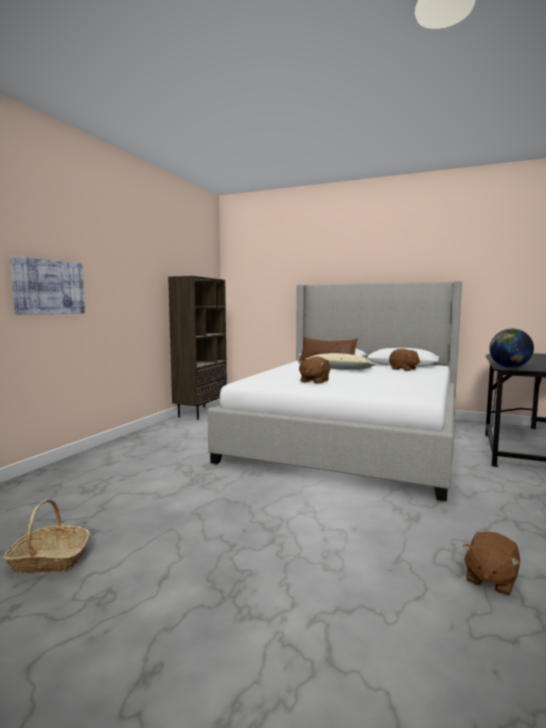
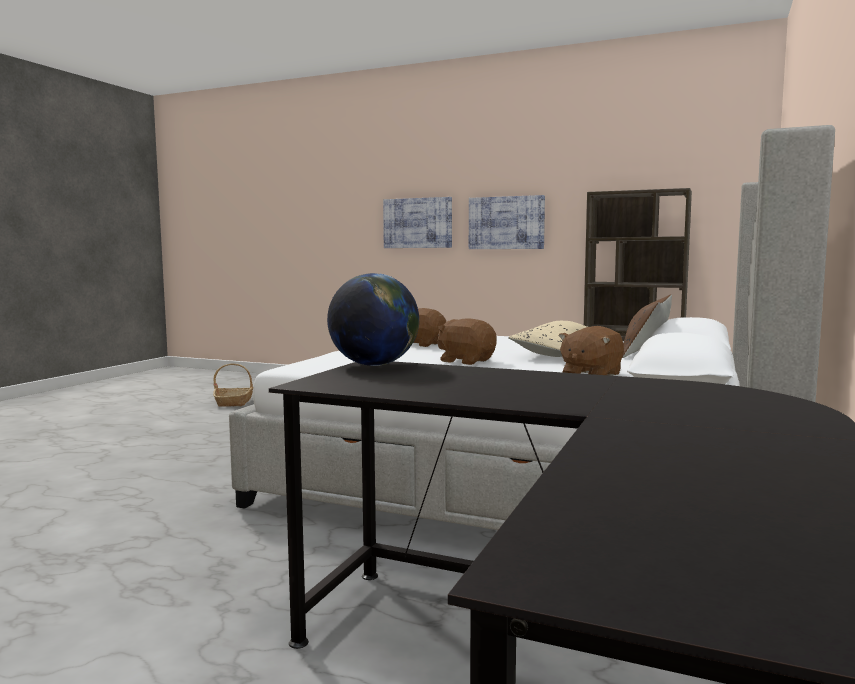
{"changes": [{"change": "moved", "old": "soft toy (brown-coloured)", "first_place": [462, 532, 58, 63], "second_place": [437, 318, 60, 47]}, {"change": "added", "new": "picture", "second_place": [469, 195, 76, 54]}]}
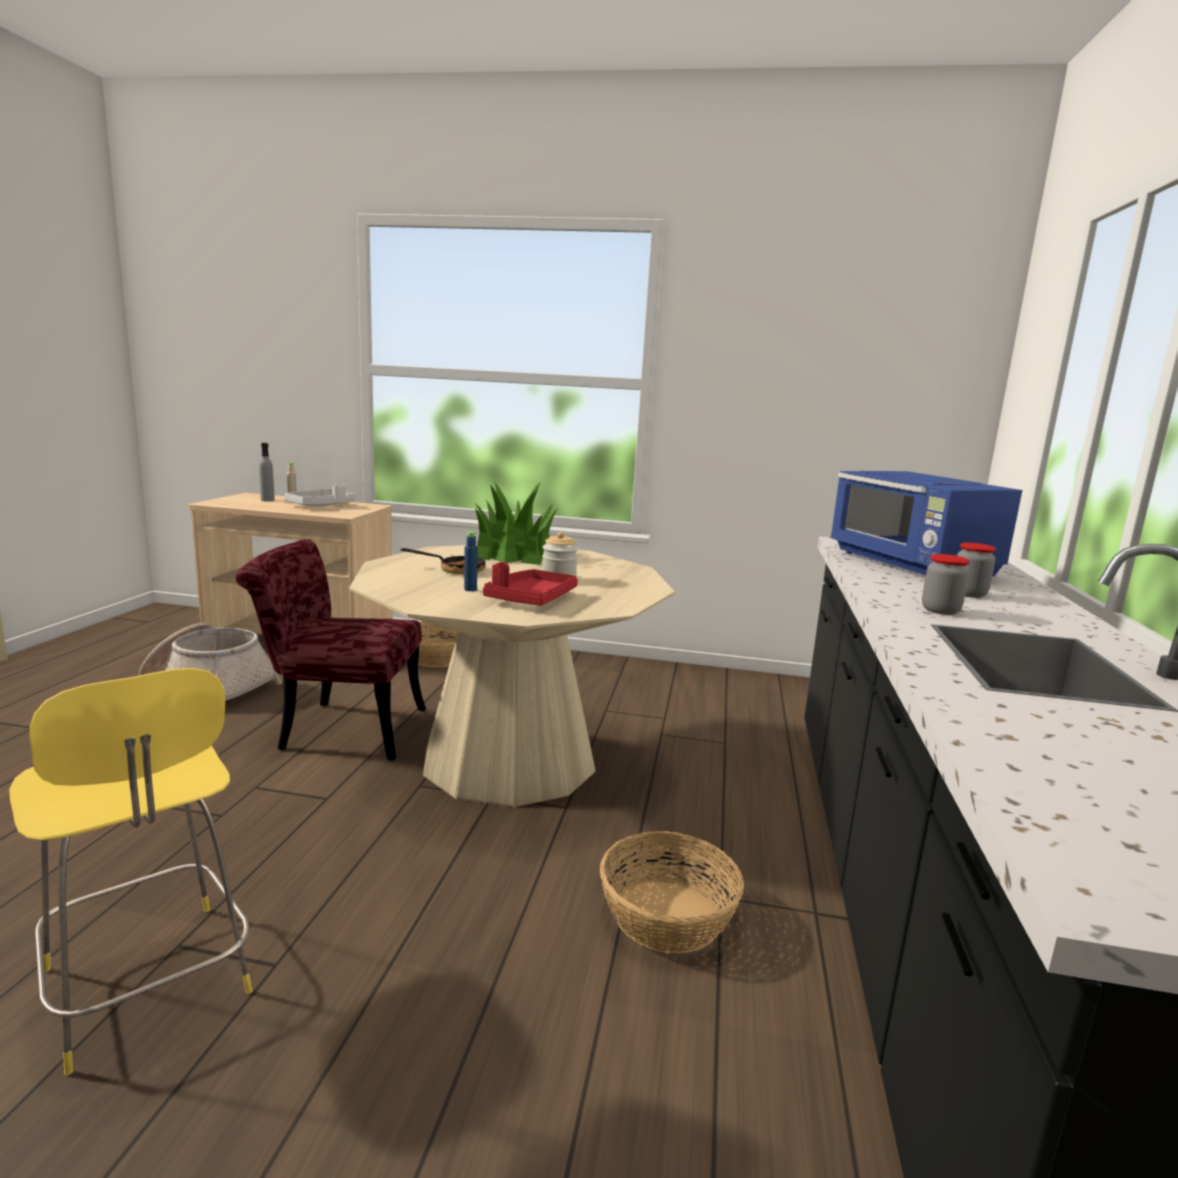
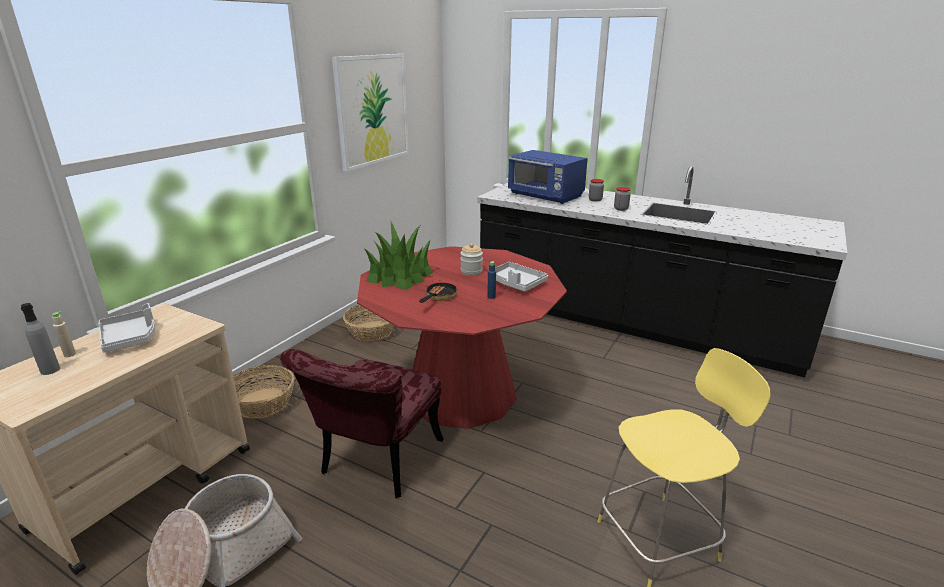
{"changes": [{"change": "turned", "old": "microwave (blue-coloured)", "first_place": [830, 471, 192, 105], "second_place": [508, 150, 80, 54], "degrees": 45}, {"change": "recoloured", "old": "dining table (beige-coloured)", "new": "dining table (red-coloured)", "first_place": [349, 545, 326, 262], "second_place": [357, 246, 210, 183]}, {"change": "recoloured", "old": "tray (red-coloured)", "new": "tray (greyish)", "first_place": [483, 562, 95, 44], "second_place": [495, 262, 53, 29]}, {"change": "moved", "old": "household basket", "first_place": [600, 831, 144, 123], "second_place": [343, 305, 52, 36]}, {"change": "added", "new": "picture", "second_place": [332, 54, 77, 117]}]}
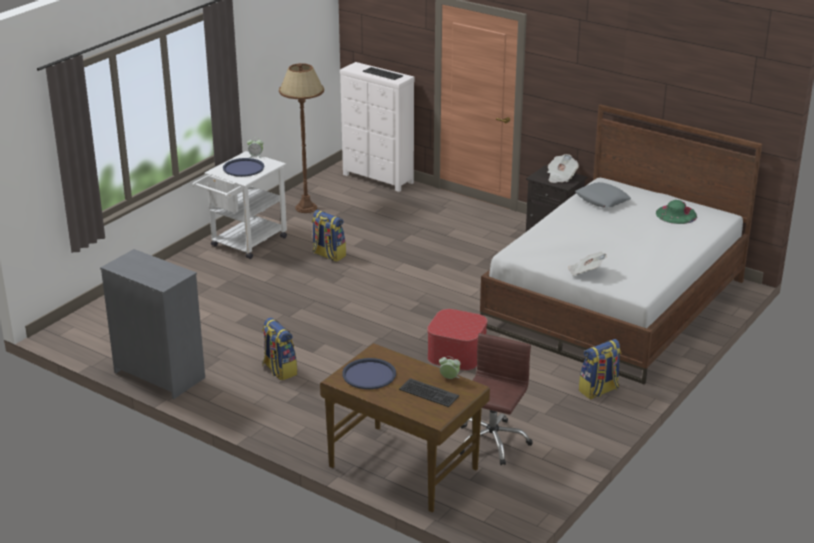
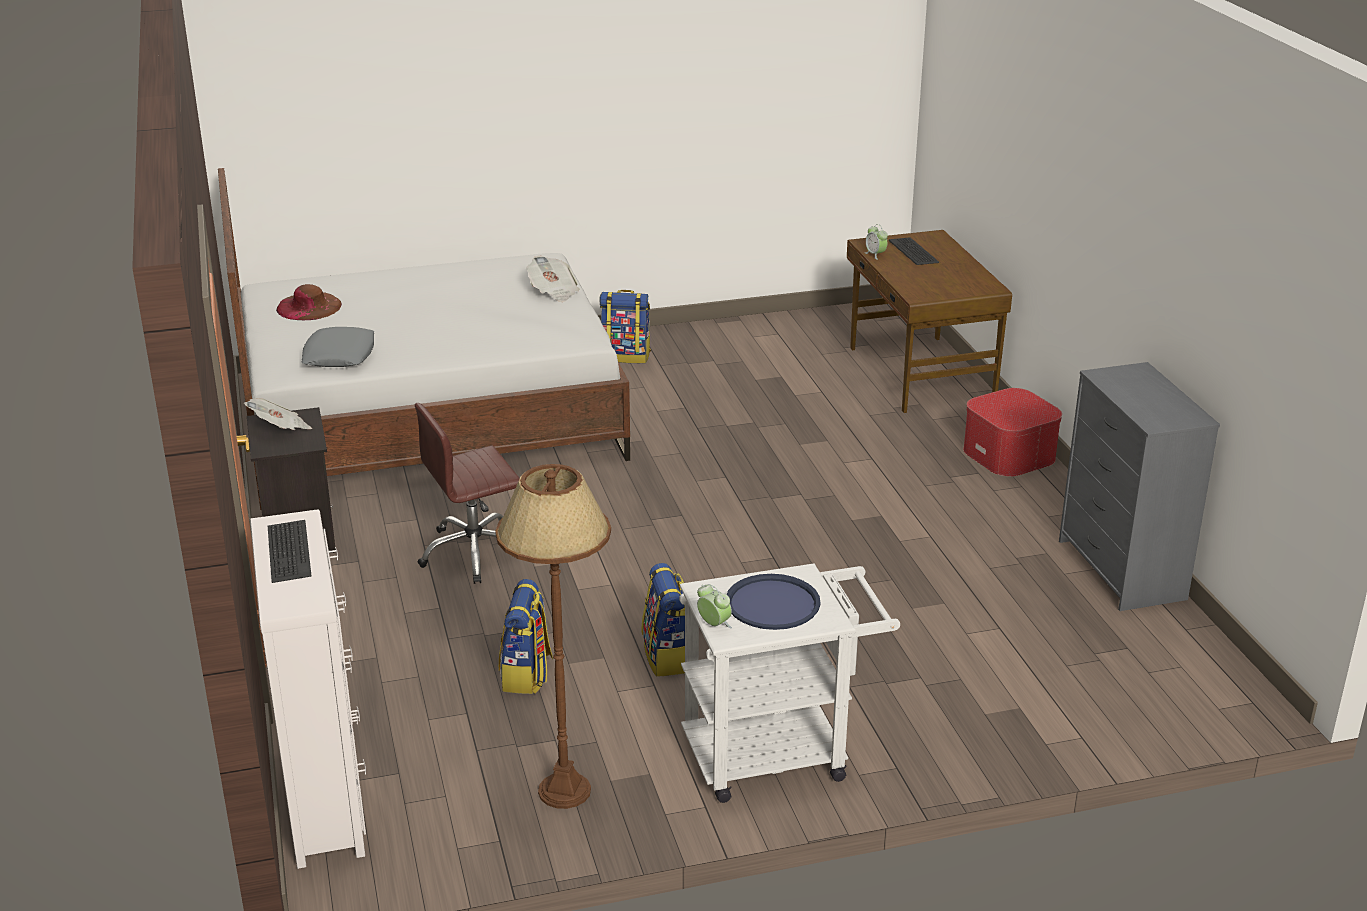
{"changes": [{"change": "recoloured", "old": "hat (greenish)", "new": "hat (brown-coloured)", "first_place": [656, 200, 41, 24], "second_place": [276, 284, 66, 36]}, {"change": "moved", "old": "footrest", "first_place": [427, 309, 61, 61], "second_place": [963, 388, 99, 89]}, {"change": "moved", "old": "backpack", "first_place": [262, 317, 35, 63], "second_place": [499, 579, 54, 115]}, {"change": "moved", "old": "desk chair (brown-coloured)", "first_place": [460, 333, 73, 132], "second_place": [415, 403, 105, 181]}, {"change": "removed", "old": "tray (blue-coloured)", "first_place": [342, 358, 54, 31]}]}
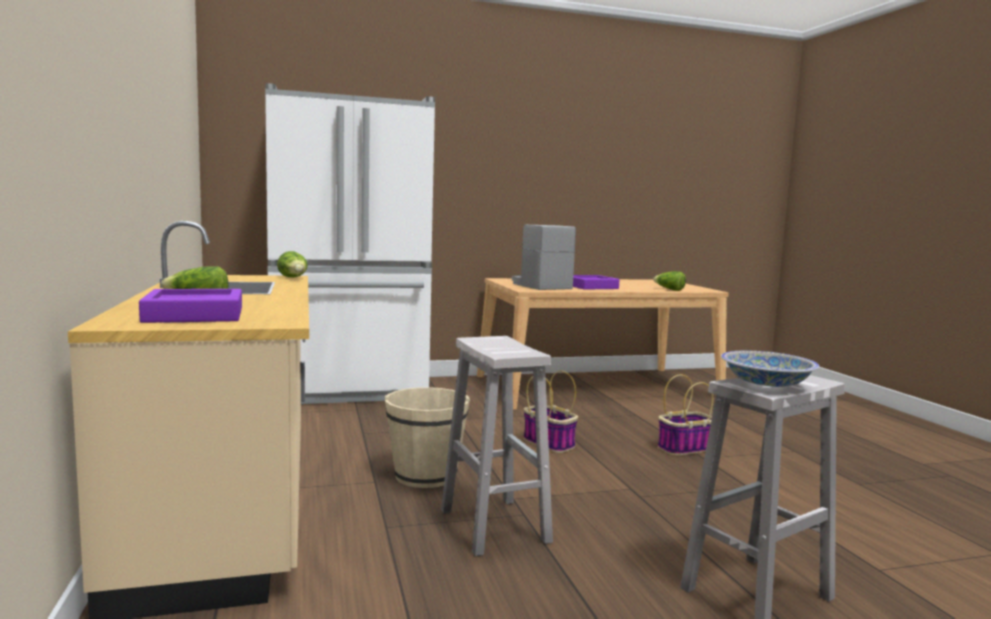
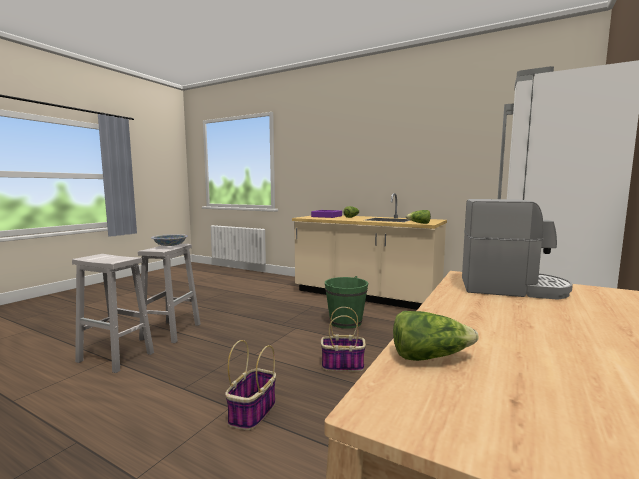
{"changes": [{"change": "removed", "old": "tray (purplish)", "first_place": [573, 275, 46, 15]}, {"change": "moved", "old": "sitting stool (whitish)", "first_place": [441, 336, 112, 220], "second_place": [72, 254, 82, 119]}, {"change": "recoloured", "old": "water bucket (beige-coloured)", "new": "water bucket (greenish)", "first_place": [385, 387, 85, 101], "second_place": [325, 276, 43, 53]}]}
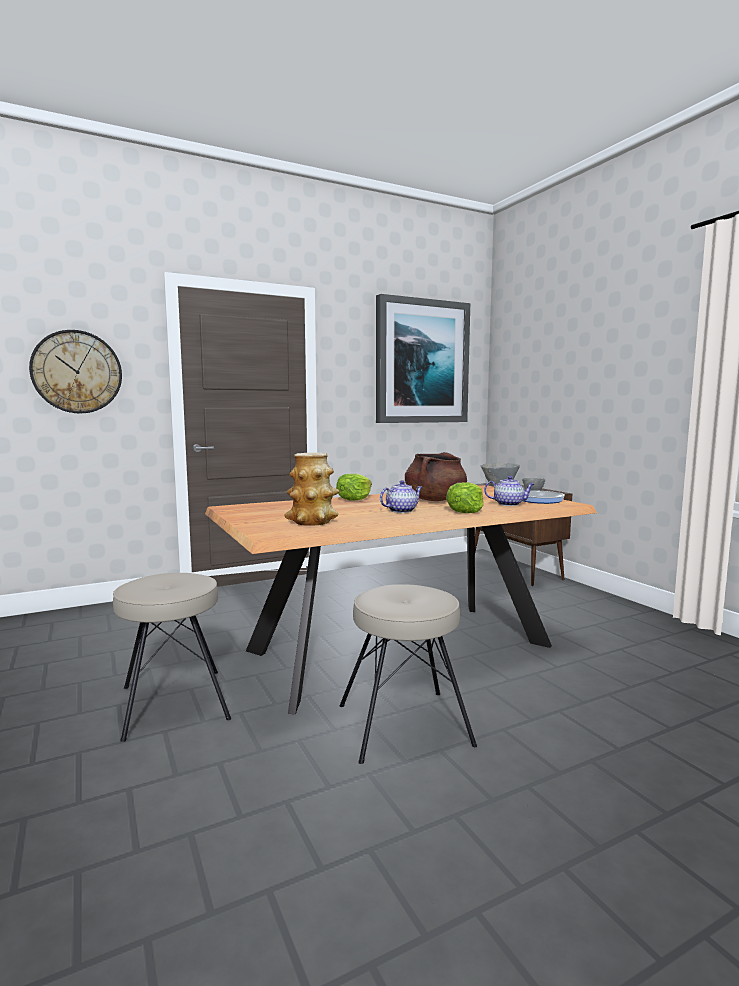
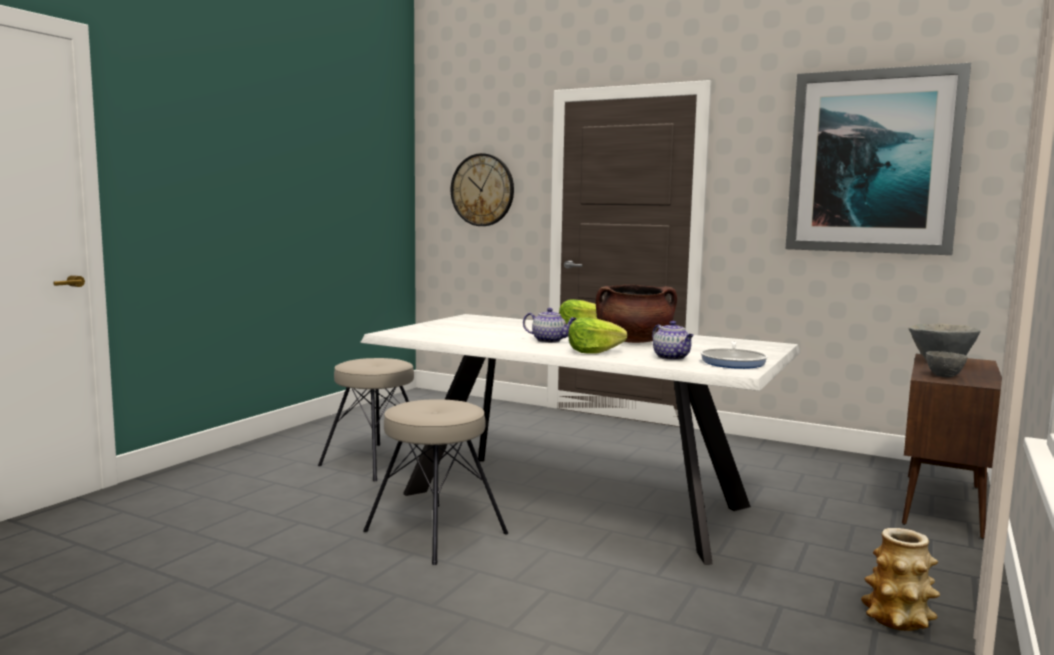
{"changes": [{"change": "moved", "old": "decorative vase", "first_place": [284, 453, 56, 73], "second_place": [861, 528, 79, 103]}, {"change": "recoloured", "old": "dining table (brown-coloured)", "new": "dining table (whitish)", "first_place": [205, 485, 392, 229], "second_place": [360, 314, 440, 251]}]}
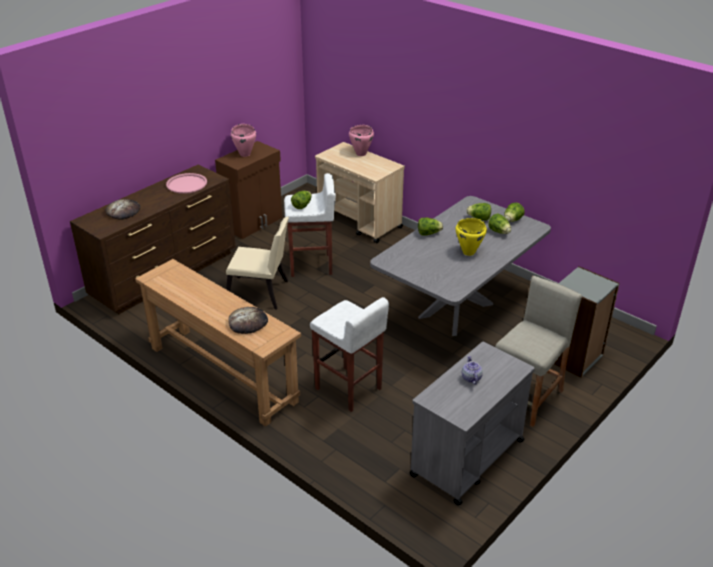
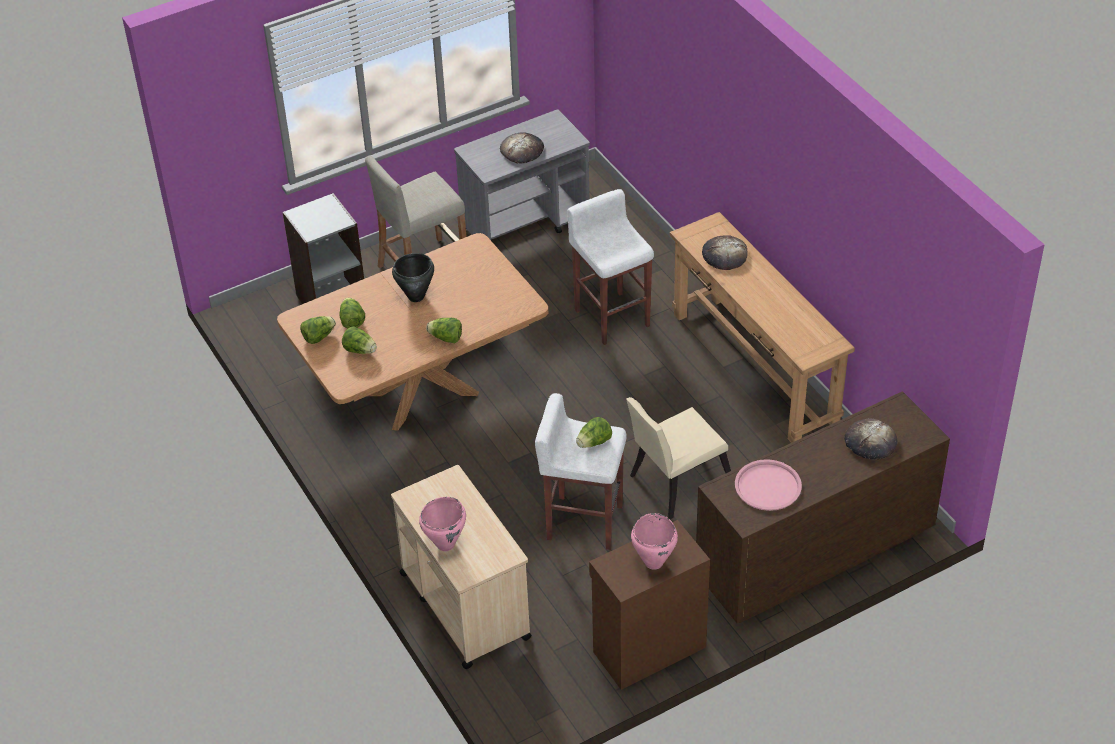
{"changes": [{"change": "recoloured", "old": "dining table (greyish)", "new": "dining table (brown-coloured)", "first_place": [370, 196, 181, 140], "second_place": [277, 233, 271, 198]}, {"change": "turned", "old": "chair (beige-coloured)", "first_place": [226, 217, 63, 92], "second_place": [626, 397, 105, 122], "degrees": -60}, {"change": "recoloured", "old": "cooking pot (yellow-coloured)", "new": "cooking pot (black)", "first_place": [455, 218, 32, 38], "second_place": [392, 253, 42, 49]}, {"change": "replaced", "old": "teapot", "new": "bread", "first_place": [462, 356, 21, 28], "second_place": [500, 133, 44, 30]}]}
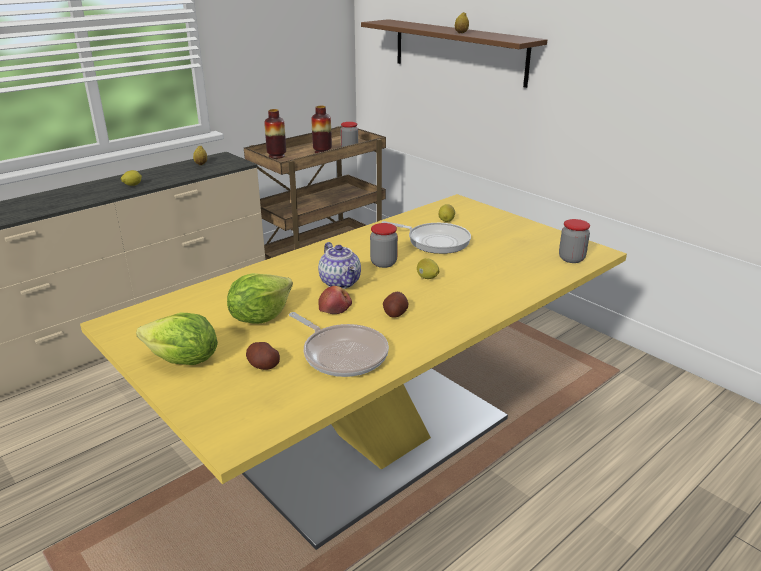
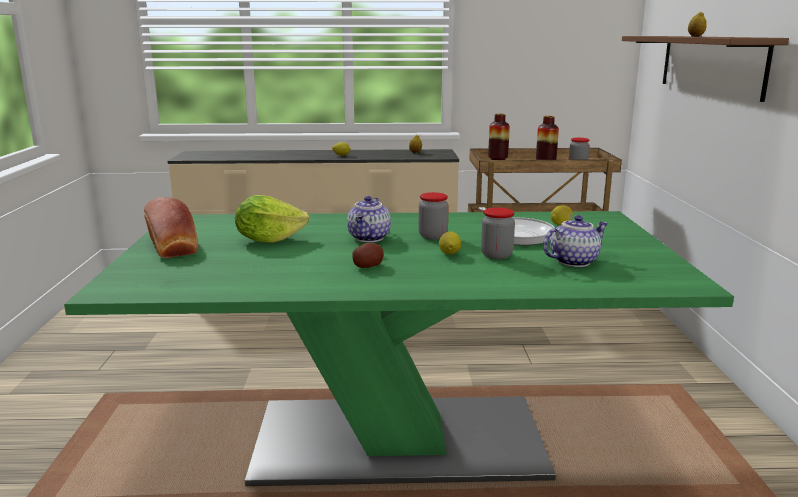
{"changes": [{"change": "recoloured", "old": "dining table (yellow-coloured)", "new": "dining table (greenish)", "first_place": [80, 194, 547, 356], "second_place": [64, 211, 670, 275]}, {"change": "moved", "old": "storage jar", "first_place": [559, 219, 31, 44], "second_place": [481, 207, 34, 52]}, {"change": "removed", "old": "apple", "first_place": [319, 286, 33, 28]}, {"change": "replaced", "old": "lettuce head", "new": "bread", "first_place": [136, 312, 82, 53], "second_place": [144, 197, 54, 61]}, {"change": "removed", "old": "skillet", "first_place": [289, 312, 100, 65]}, {"change": "removed", "old": "potato", "first_place": [246, 342, 34, 28]}, {"change": "added", "new": "teapot", "second_place": [543, 215, 65, 52]}]}
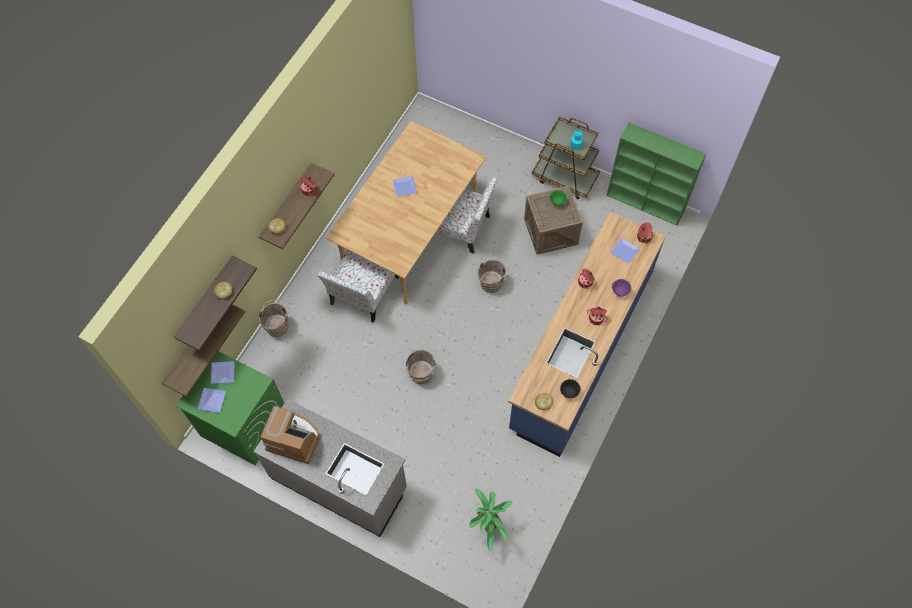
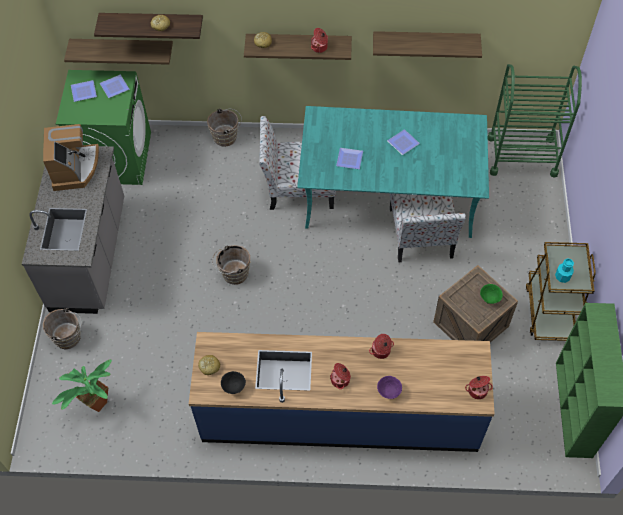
{"changes": [{"change": "recoloured", "old": "dining table (beige-coloured)", "new": "dining table (turquoise)", "first_place": [326, 121, 160, 184], "second_place": [297, 106, 192, 132]}, {"change": "moved", "old": "plate", "first_place": [611, 238, 29, 26], "second_place": [336, 148, 27, 21]}, {"change": "moved", "old": "water bucket (brown-coloured)", "first_place": [478, 257, 31, 36], "second_place": [43, 308, 39, 41]}, {"change": "added", "new": "shelf", "second_place": [373, 31, 109, 27]}, {"change": "added", "new": "wheeled cart (greenish)", "second_place": [488, 64, 94, 114]}]}
